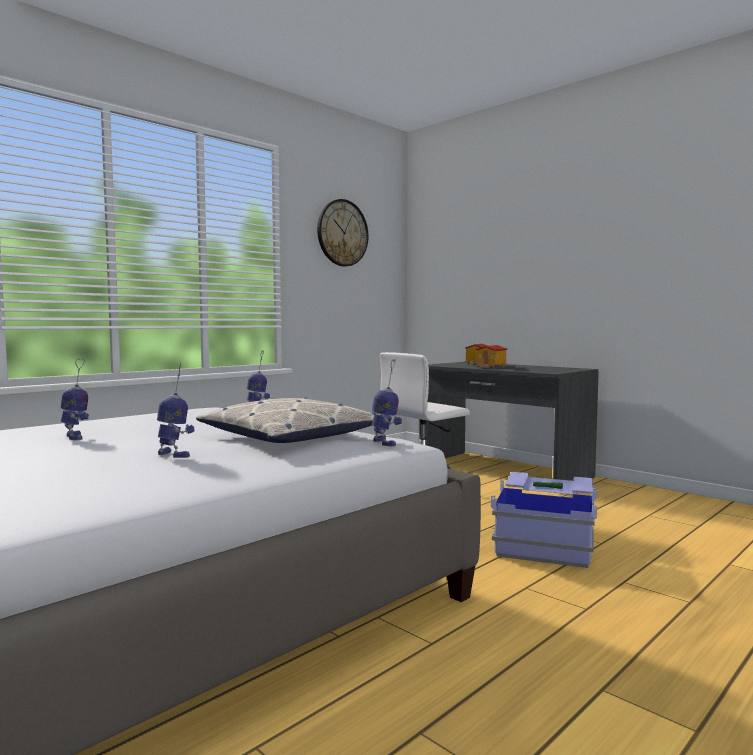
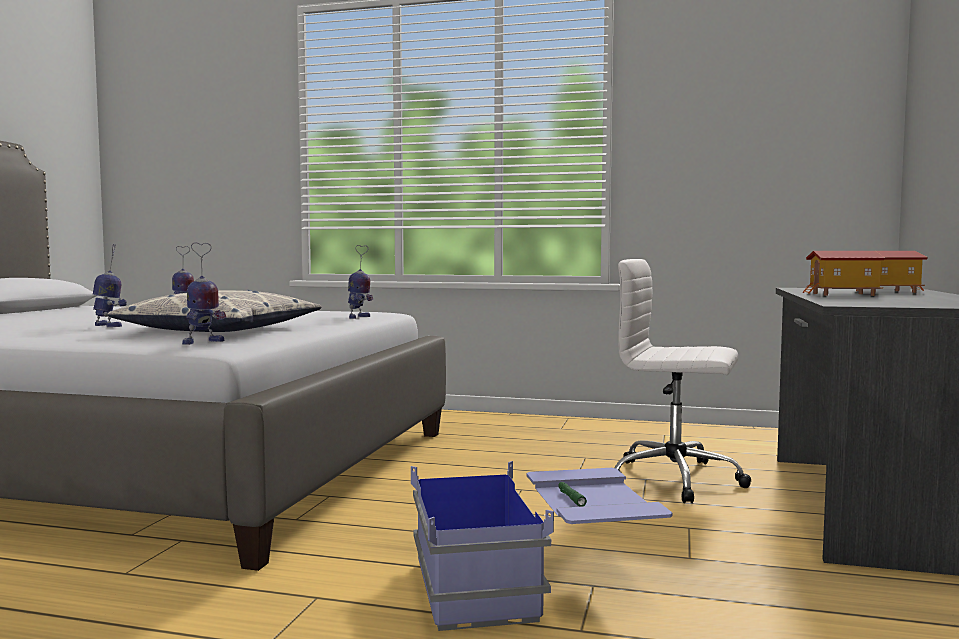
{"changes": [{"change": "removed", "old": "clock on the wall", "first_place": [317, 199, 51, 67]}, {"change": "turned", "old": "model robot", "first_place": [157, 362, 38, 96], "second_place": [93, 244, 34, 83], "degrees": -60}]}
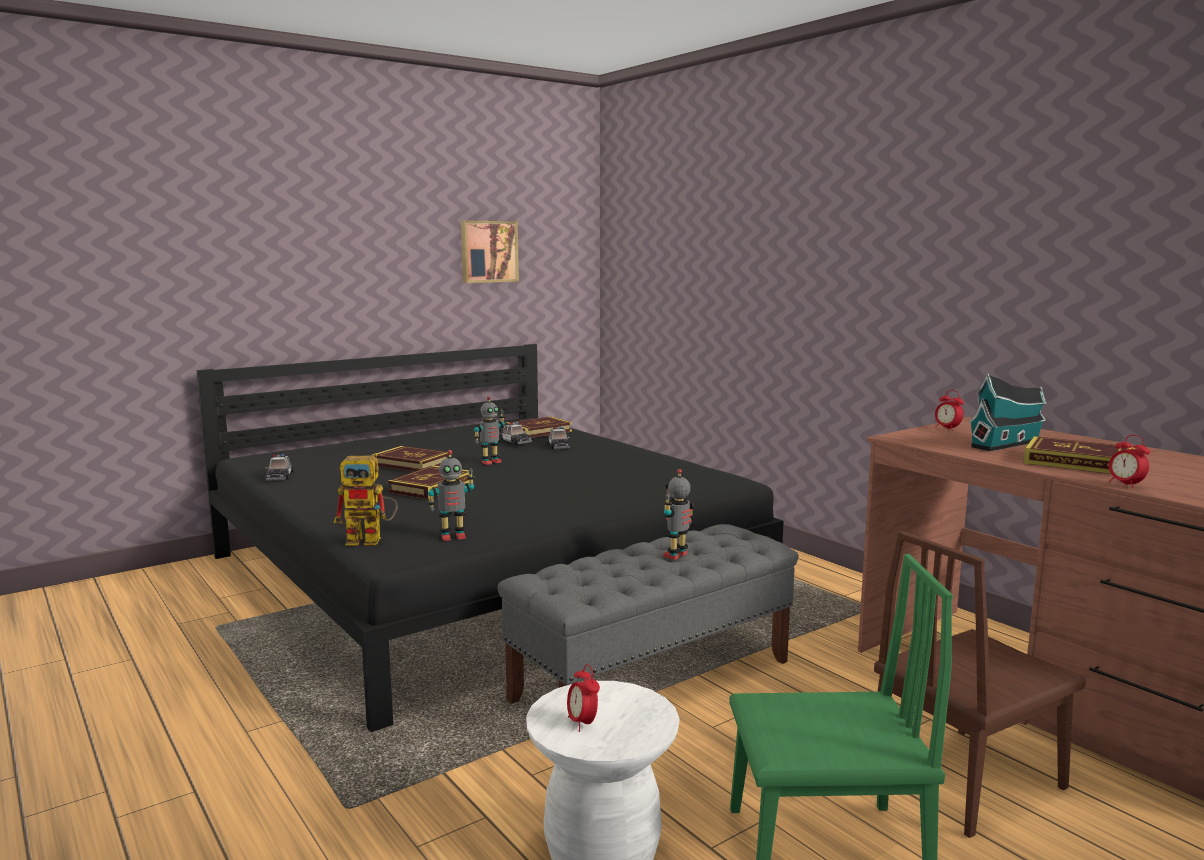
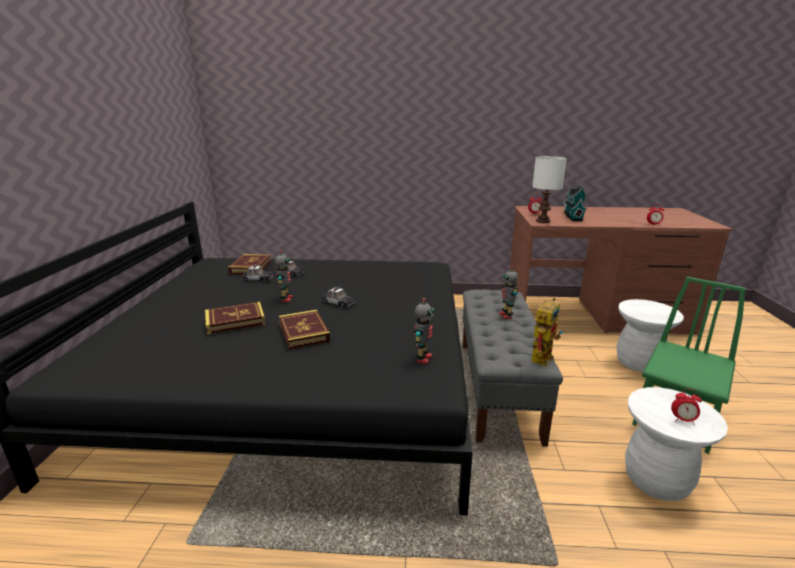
{"changes": [{"change": "removed", "old": "picture", "first_place": [461, 220, 58, 63]}, {"change": "removed", "old": "book", "first_place": [1024, 436, 111, 38]}, {"change": "moved", "old": "model robot", "first_place": [334, 453, 64, 93], "second_place": [531, 297, 32, 69]}, {"change": "moved", "old": "model car", "first_place": [265, 454, 29, 27], "second_place": [322, 286, 34, 22]}, {"change": "replaced", "old": "chair (brown-coloured)", "new": "sitting stool (whitish)", "first_place": [874, 531, 212, 307], "second_place": [616, 299, 68, 73]}, {"change": "added", "new": "lamp for a table (whitish)", "second_place": [532, 156, 35, 67]}]}
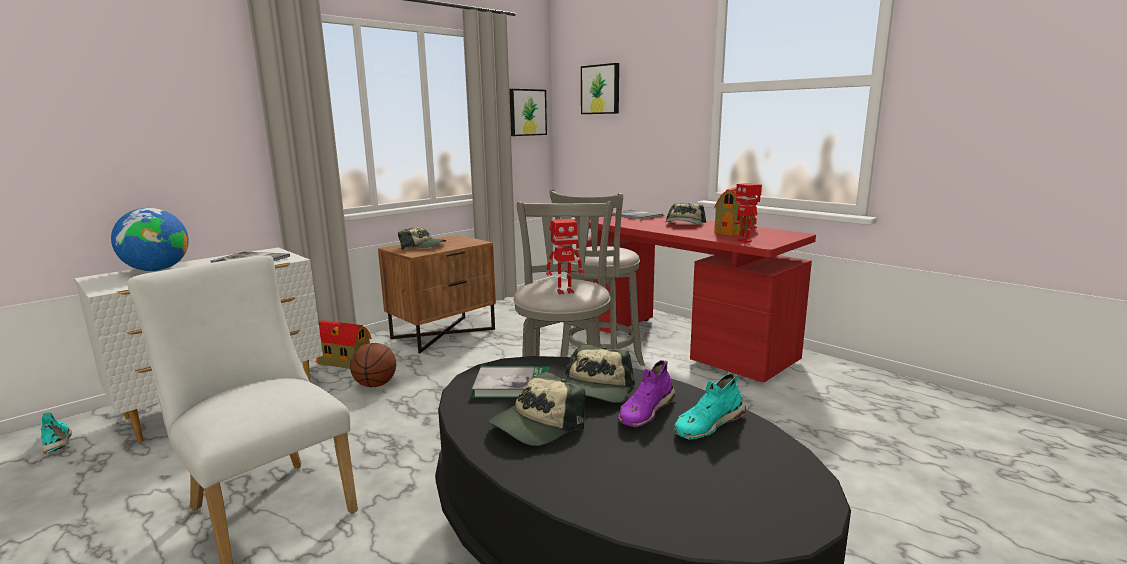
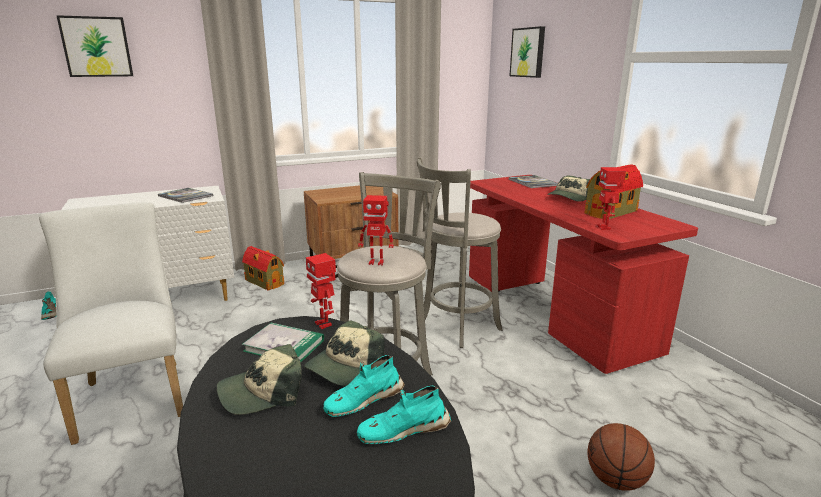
{"changes": [{"change": "moved", "old": "picture", "first_place": [509, 89, 38, 47], "second_place": [56, 15, 77, 62]}, {"change": "removed", "old": "desk globe", "first_place": [111, 208, 78, 63]}, {"change": "removed", "old": "baseball cap", "first_place": [398, 227, 48, 23]}, {"change": "moved", "old": "ball for basketball", "first_place": [350, 343, 46, 44], "second_place": [588, 423, 67, 68]}, {"change": "recoloured", "old": "low shoe (purplish)", "new": "low shoe (turquoise)", "first_place": [618, 360, 58, 67], "second_place": [323, 355, 82, 62]}, {"change": "added", "new": "model robot", "second_place": [306, 253, 30, 76]}]}
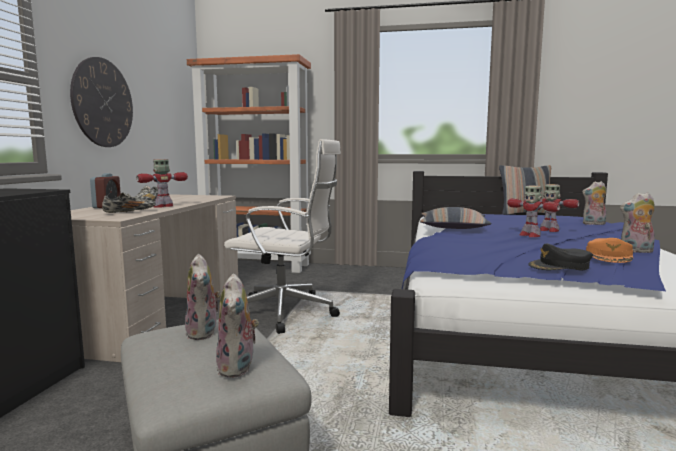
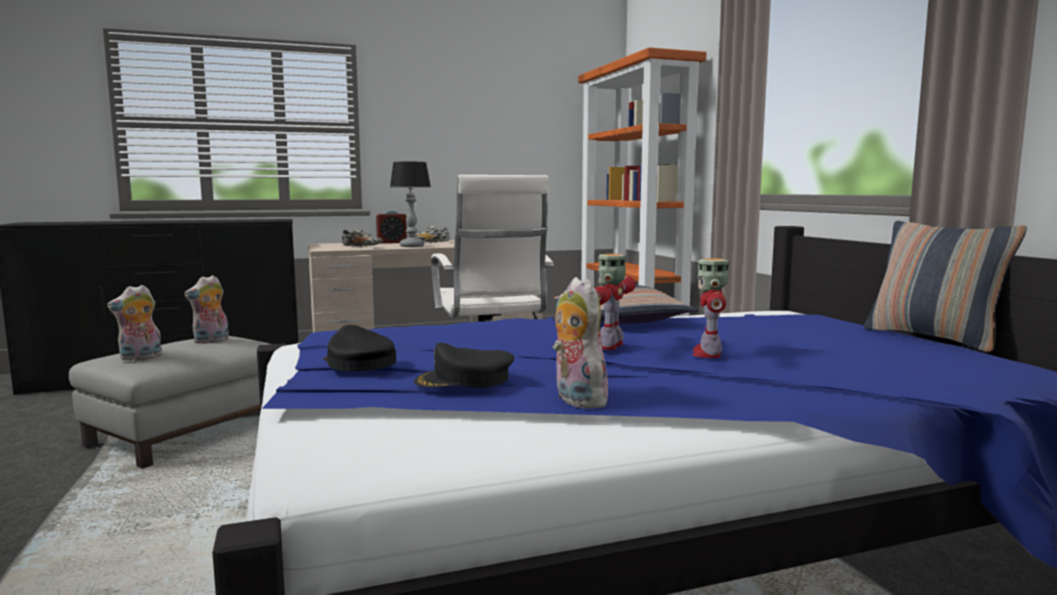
{"changes": [{"change": "removed", "old": "clock on the wall", "first_place": [70, 57, 63, 90]}, {"change": "replaced", "old": "model robot", "new": "lamp for a table", "first_place": [136, 159, 52, 49], "second_place": [390, 162, 41, 85]}, {"change": "removed", "old": "soft toy", "first_place": [582, 181, 24, 44]}, {"change": "recoloured", "old": "baseball cap (orange-coloured)", "new": "baseball cap (black)", "first_place": [586, 238, 47, 25], "second_place": [414, 343, 100, 45]}]}
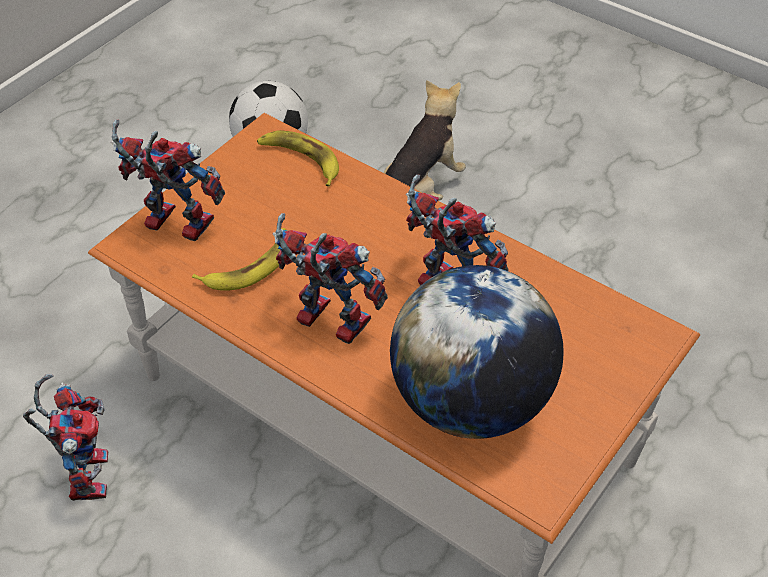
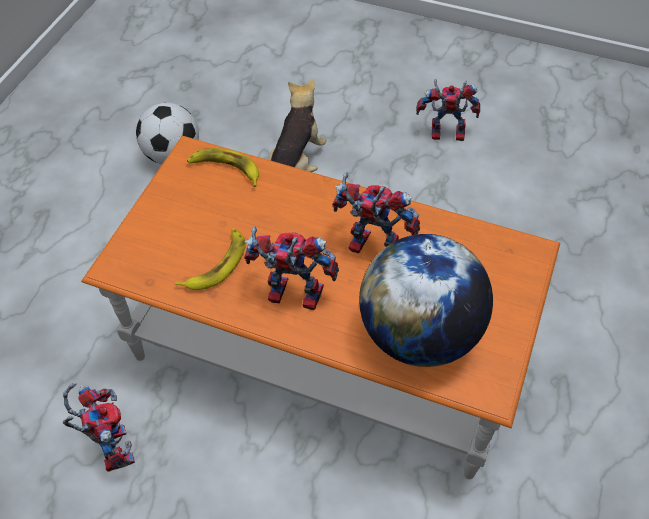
{"changes": [{"change": "moved", "old": "model robot", "first_place": [111, 120, 114, 121], "second_place": [416, 79, 64, 62]}]}
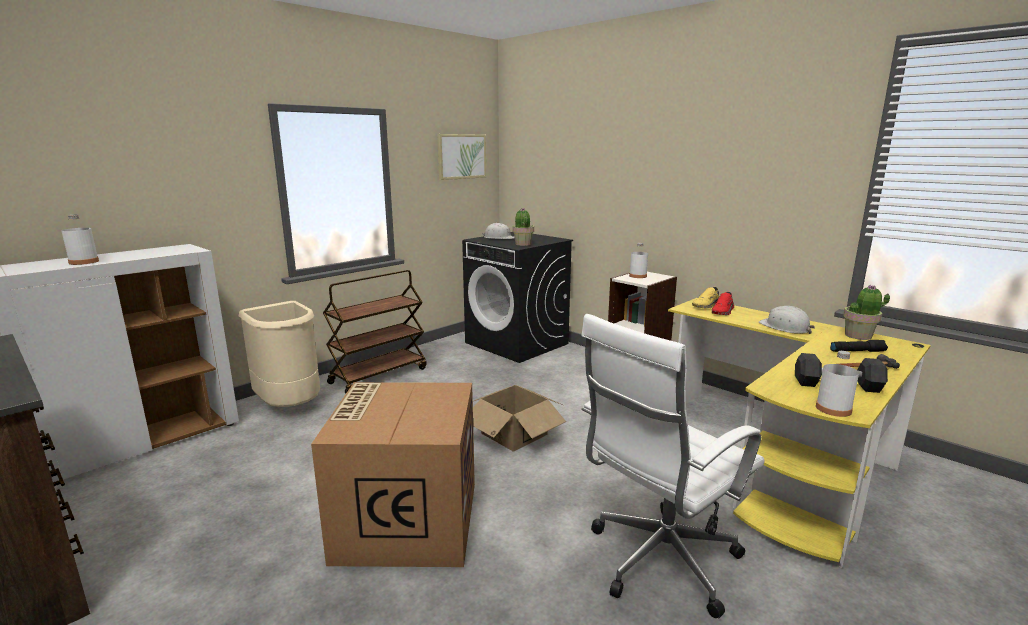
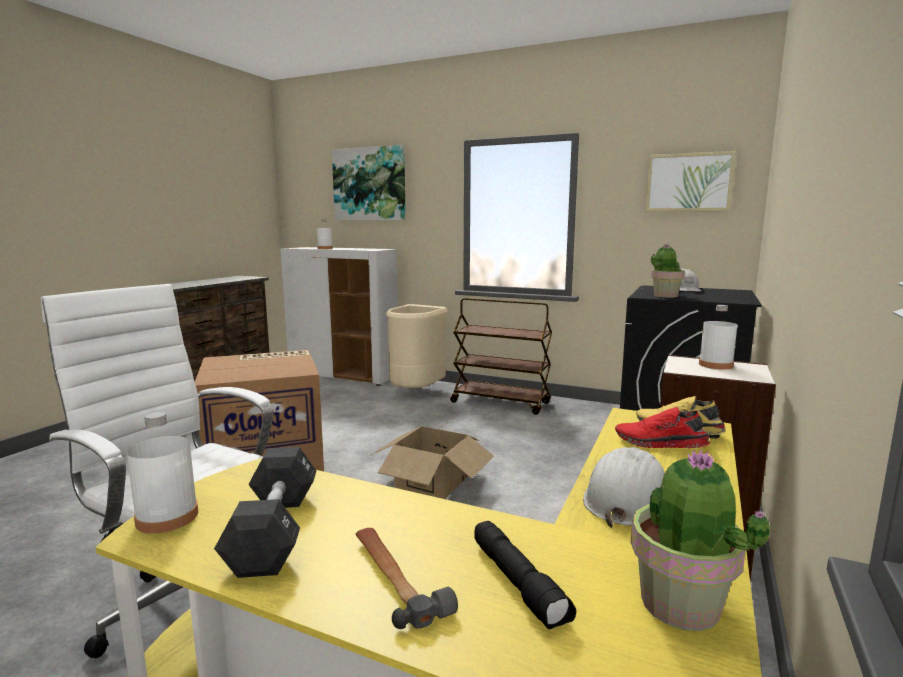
{"changes": [{"change": "added", "new": "picture", "second_place": [332, 145, 74, 75]}]}
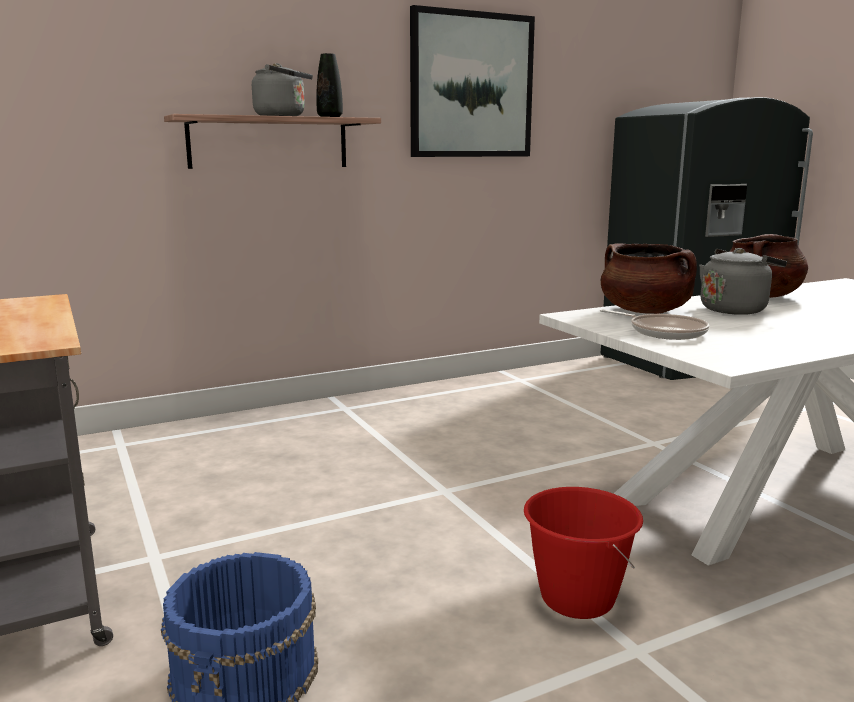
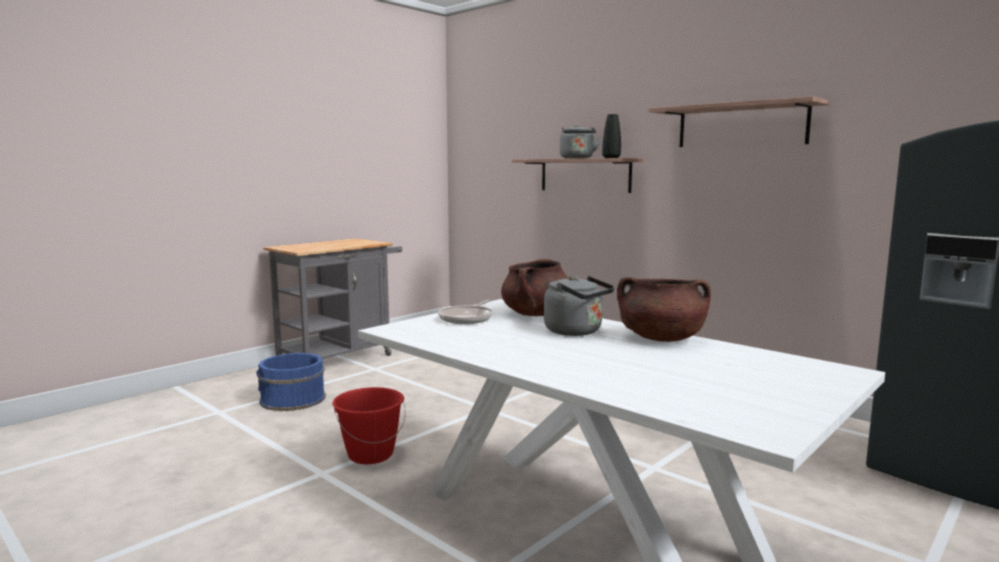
{"changes": [{"change": "replaced", "old": "picture", "new": "shelf", "first_place": [410, 5, 125, 152], "second_place": [648, 96, 181, 51]}]}
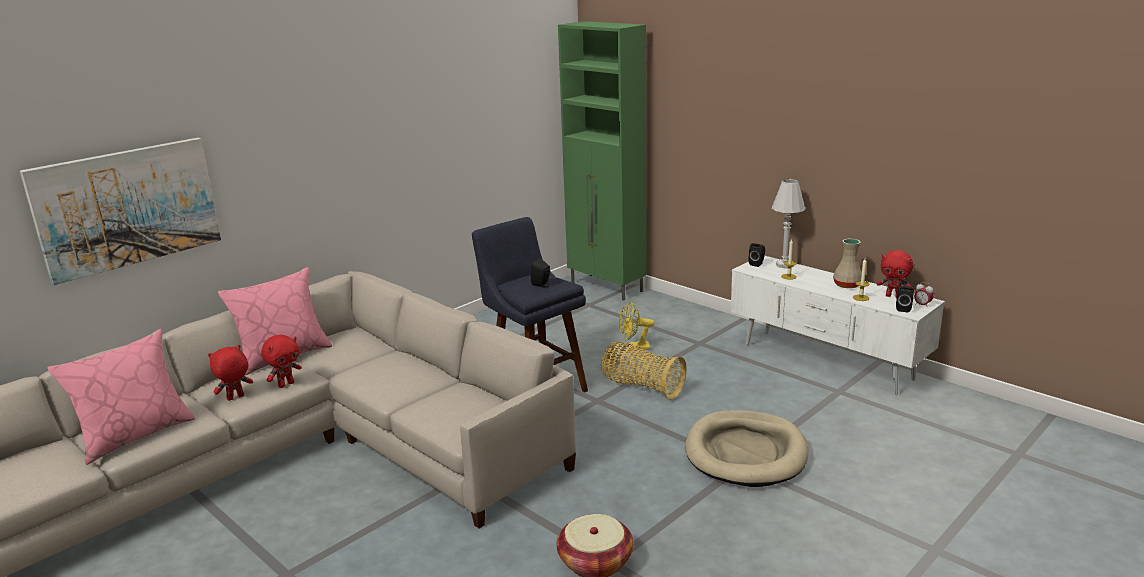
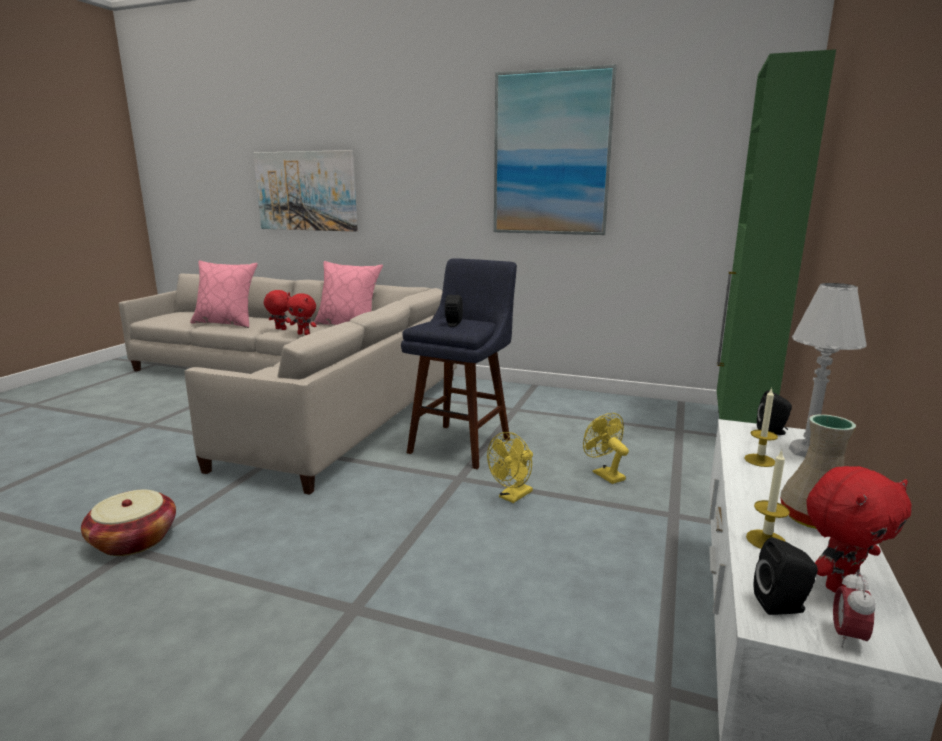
{"changes": [{"change": "turned", "old": "soft toy (red-coloured)", "first_place": [877, 250, 36, 48], "second_place": [806, 466, 106, 127], "degrees": -120}, {"change": "replaced", "old": "household basket", "new": "electric fan (yellow-coloured)", "first_place": [601, 341, 86, 58], "second_place": [487, 432, 46, 71]}, {"change": "removed", "old": "dog cushion (beige-coloured)", "first_place": [685, 410, 123, 77]}, {"change": "added", "new": "picture", "second_place": [494, 64, 123, 171]}]}
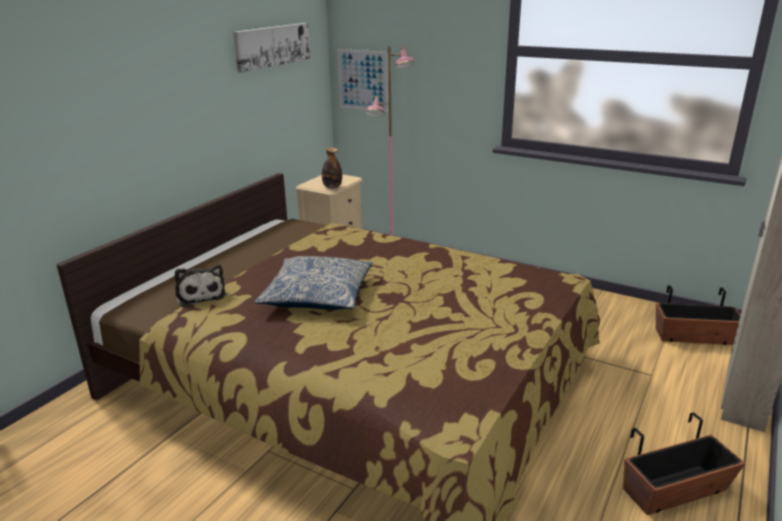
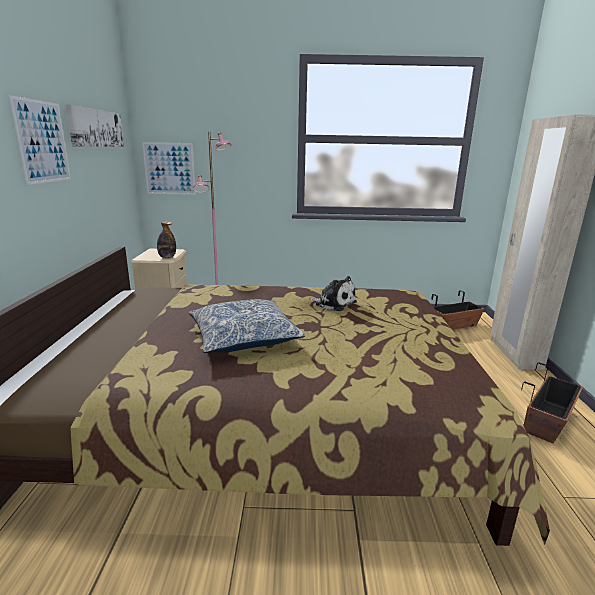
{"changes": [{"change": "moved", "old": "soft toy", "first_place": [175, 265, 51, 42], "second_place": [309, 276, 48, 35]}, {"change": "added", "new": "picture", "second_place": [9, 95, 62, 90]}]}
